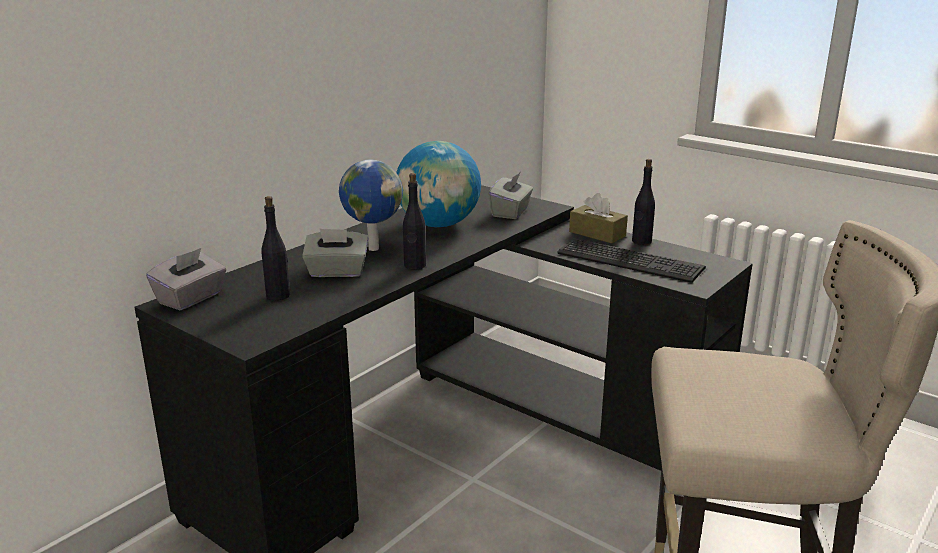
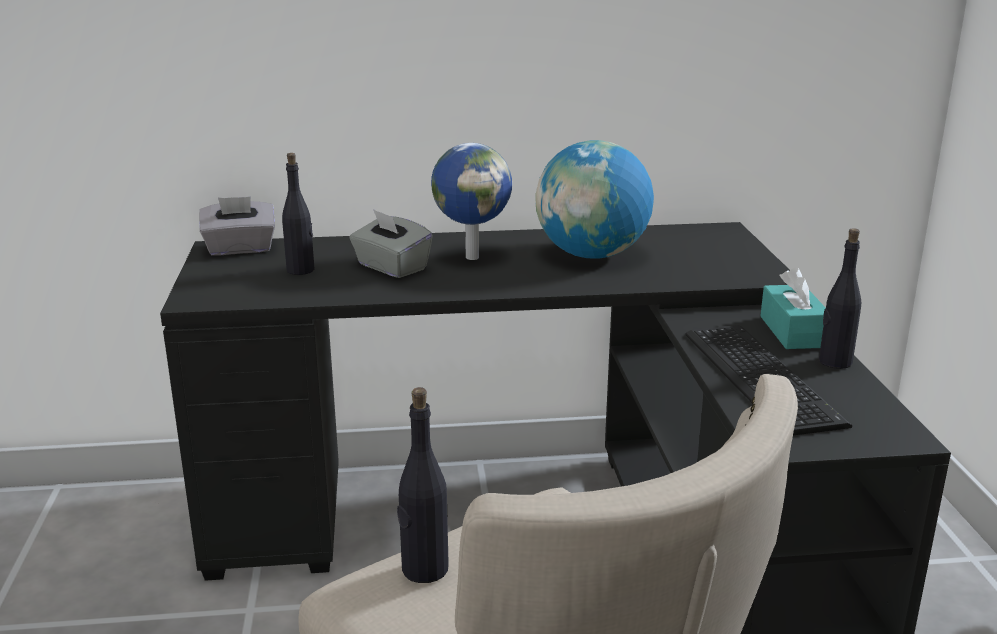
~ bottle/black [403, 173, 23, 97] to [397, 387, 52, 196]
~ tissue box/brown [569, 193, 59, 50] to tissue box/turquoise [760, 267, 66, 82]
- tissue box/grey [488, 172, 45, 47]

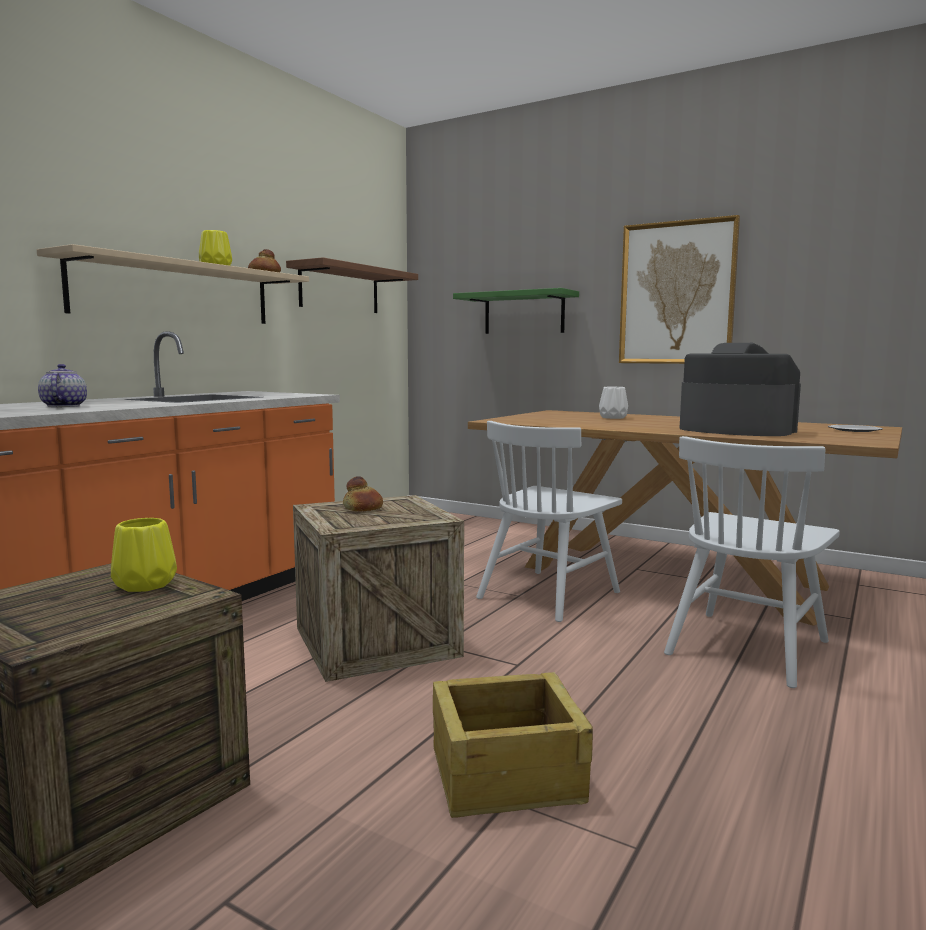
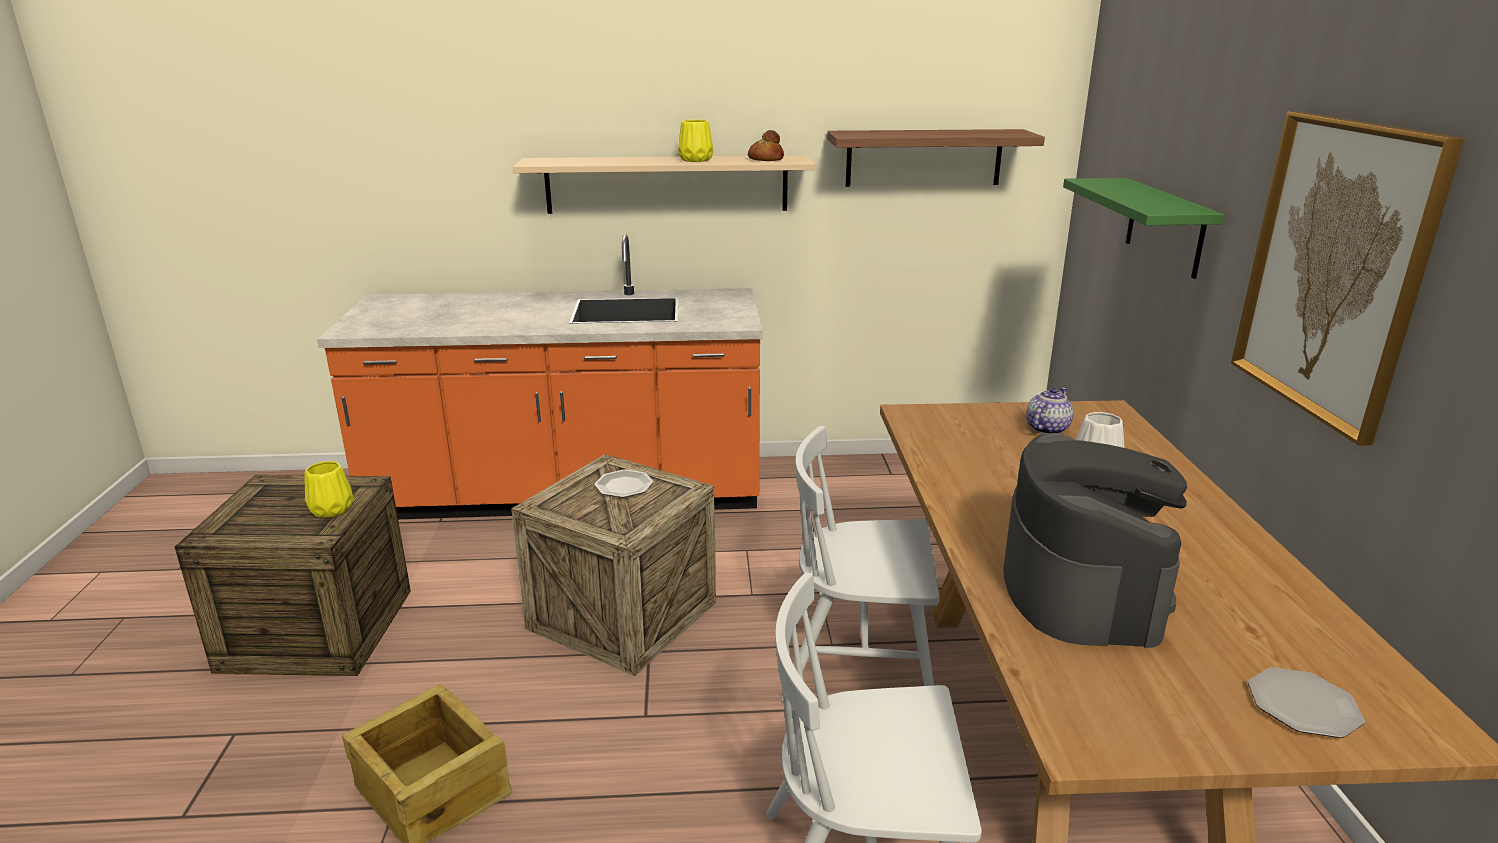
~ bread [343, 476, 40, 35] to plate [594, 470, 60, 28]
~ teapot [38, 364, 49, 43] to [1026, 388, 47, 46]

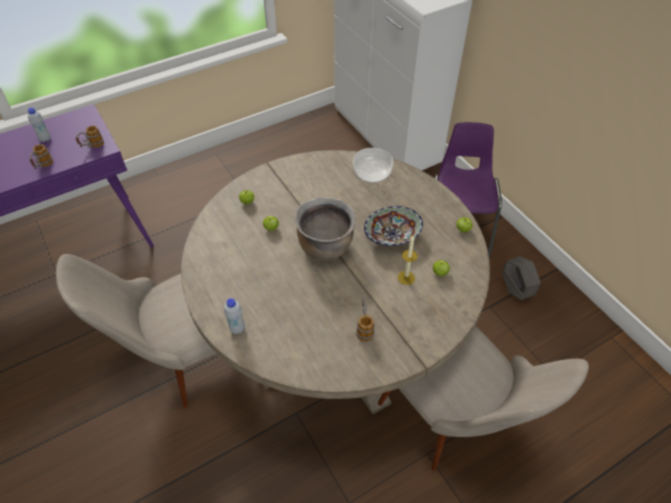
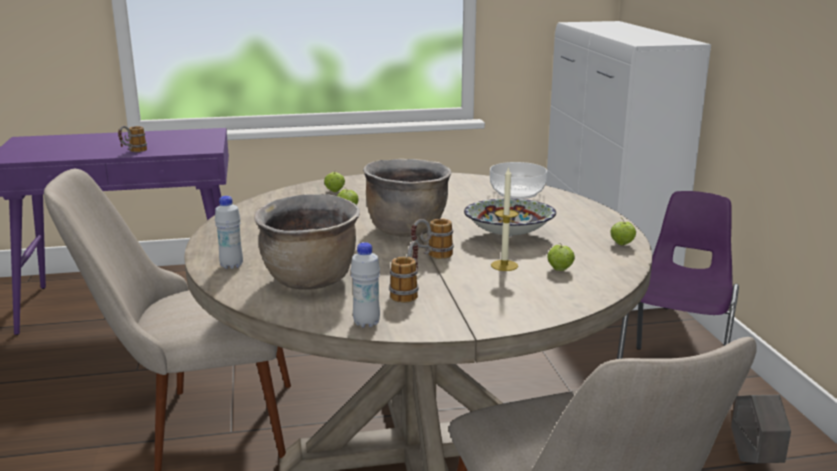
+ cooking pot/brown [254, 194, 106, 96]
~ bottle/white [27, 108, 24, 34] to [351, 242, 29, 86]
~ mug [76, 126, 28, 22] to [411, 219, 43, 40]

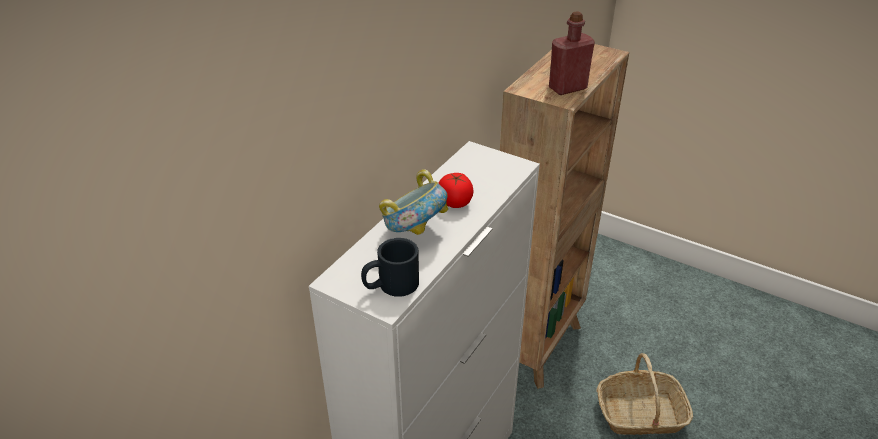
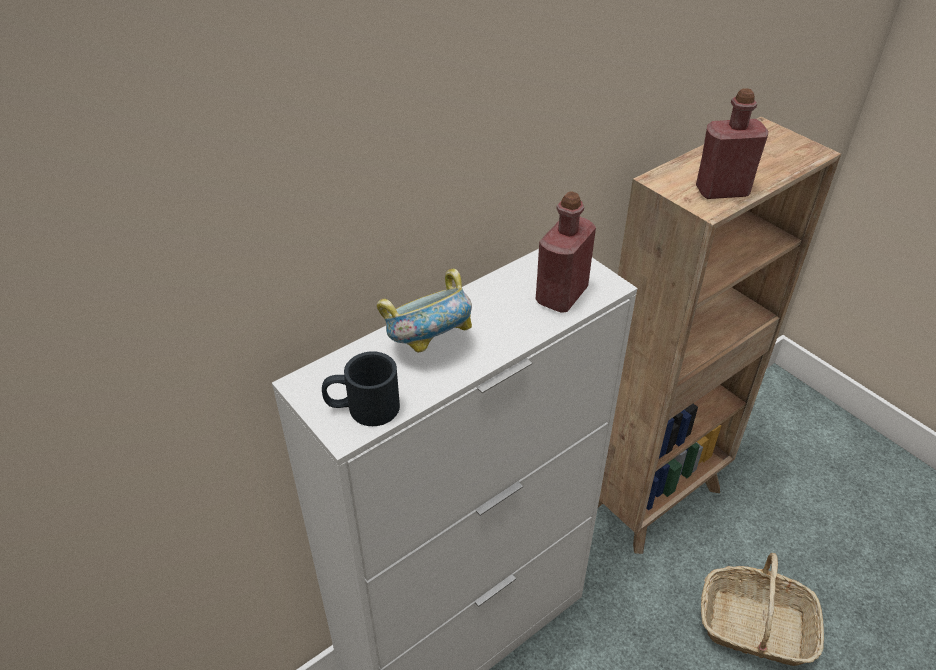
+ bottle/red [536, 191, 60, 122]
- tomato [439, 173, 35, 35]

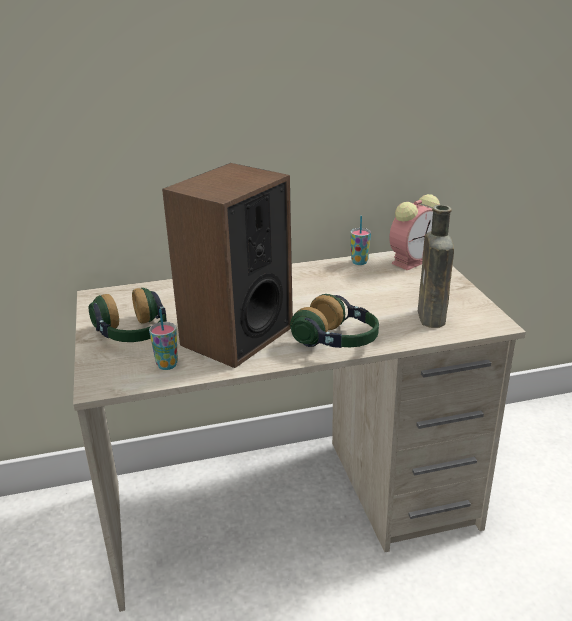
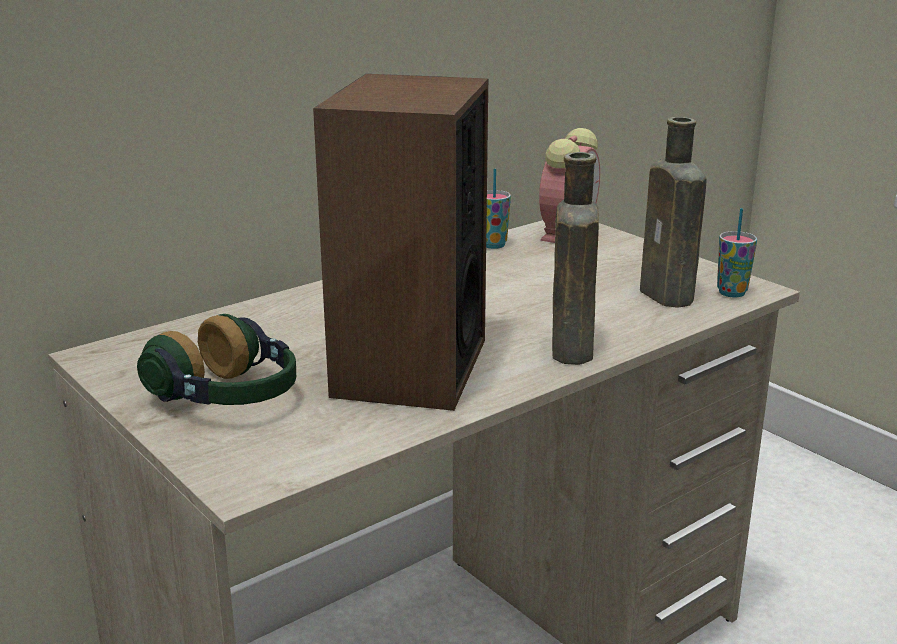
~ headphones [290, 294, 89, 54] to bottle/brown [552, 152, 47, 213]
~ cup [149, 309, 29, 61] to [717, 208, 40, 90]

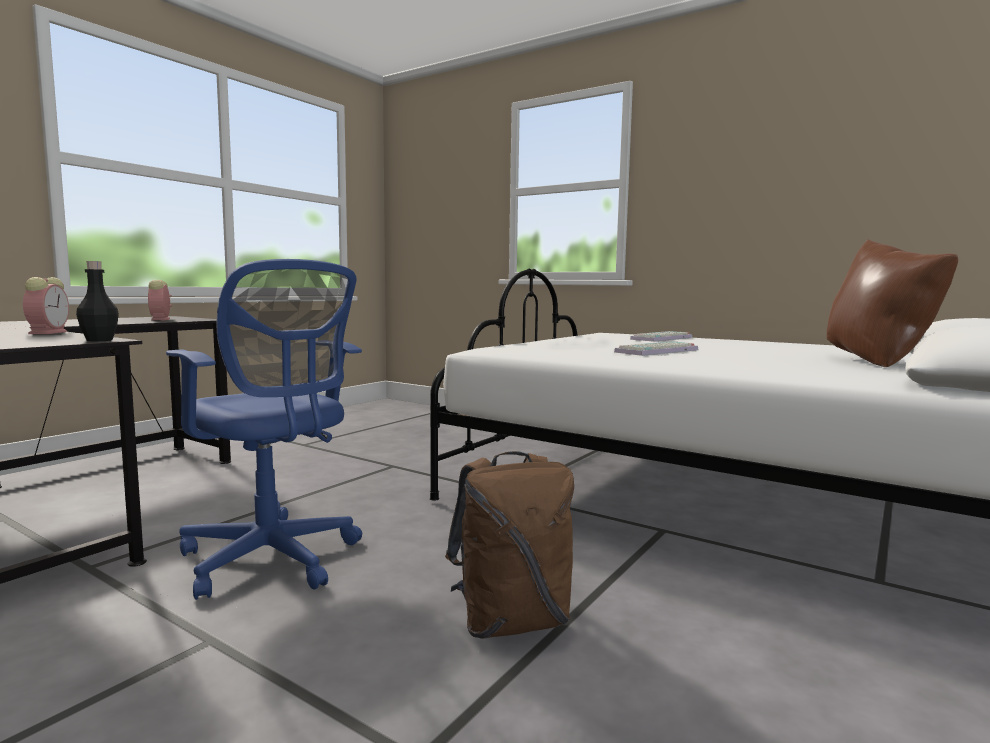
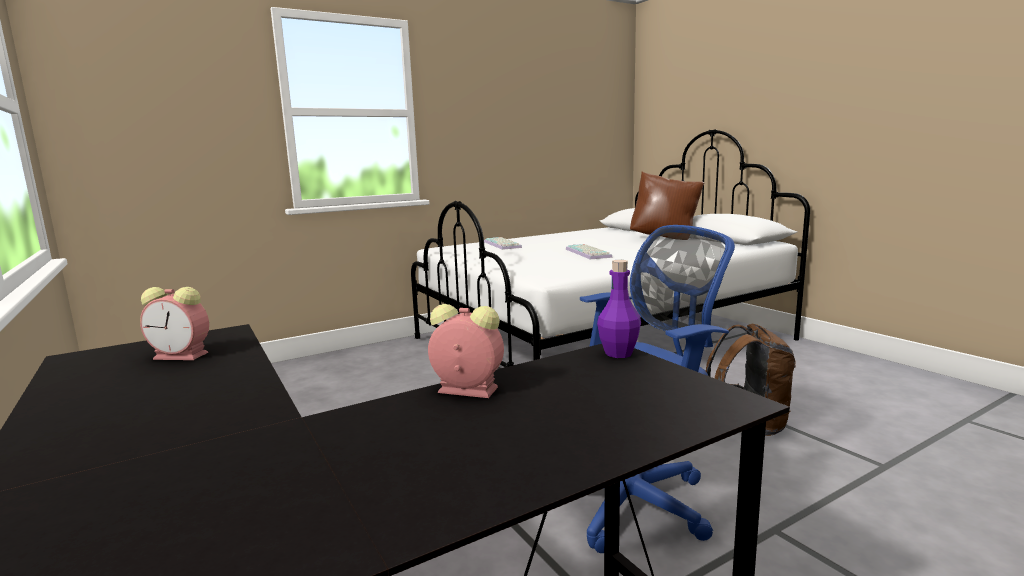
~ bottle/black [76, 261, 43, 80] to bottle/purple [597, 260, 44, 98]

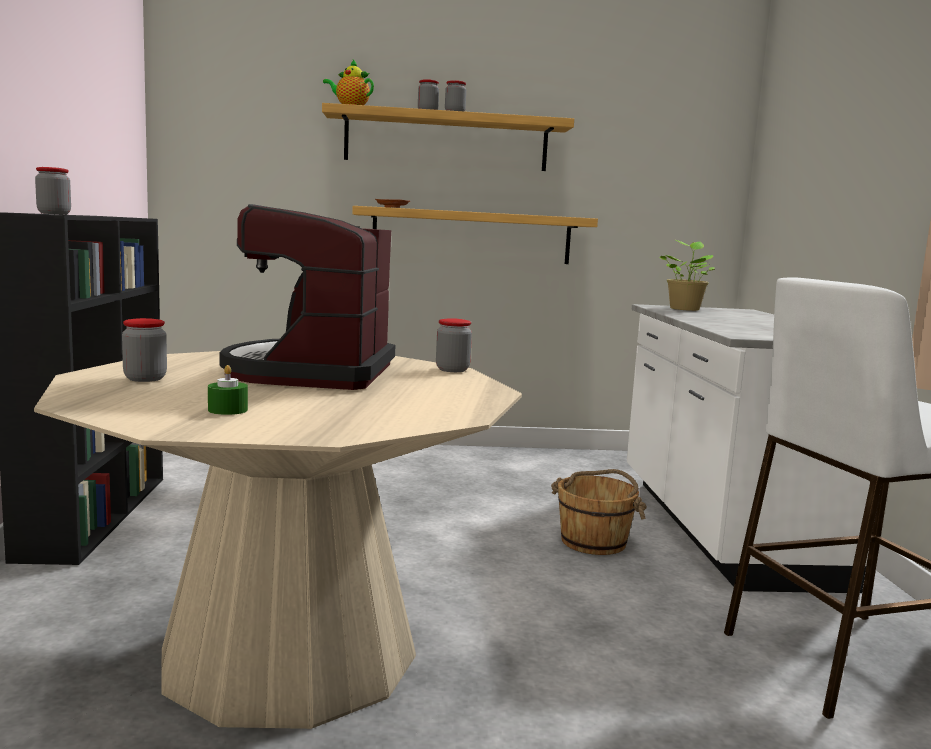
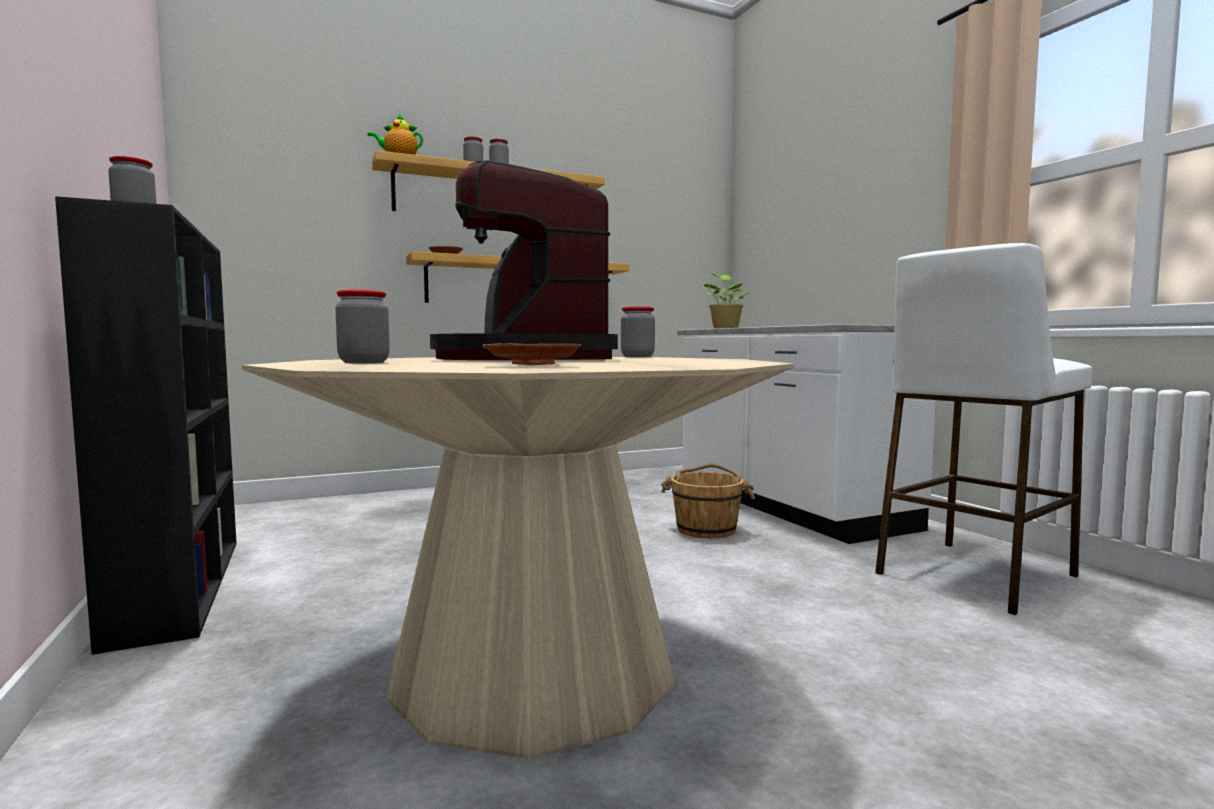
~ candle/green [208, 365, 40, 50] to plate/brown [483, 344, 98, 21]

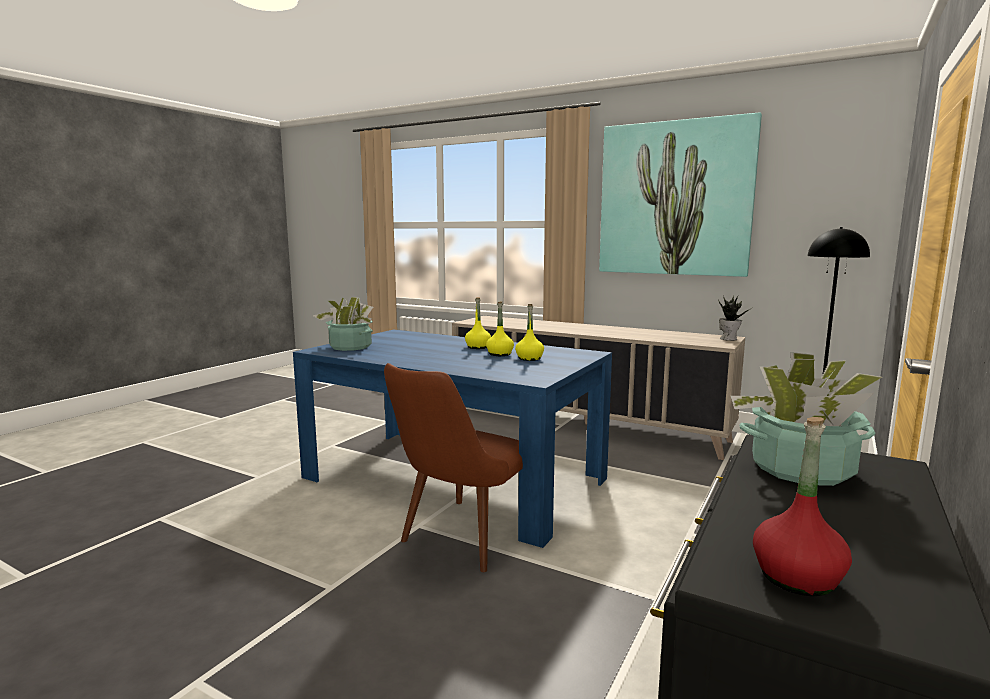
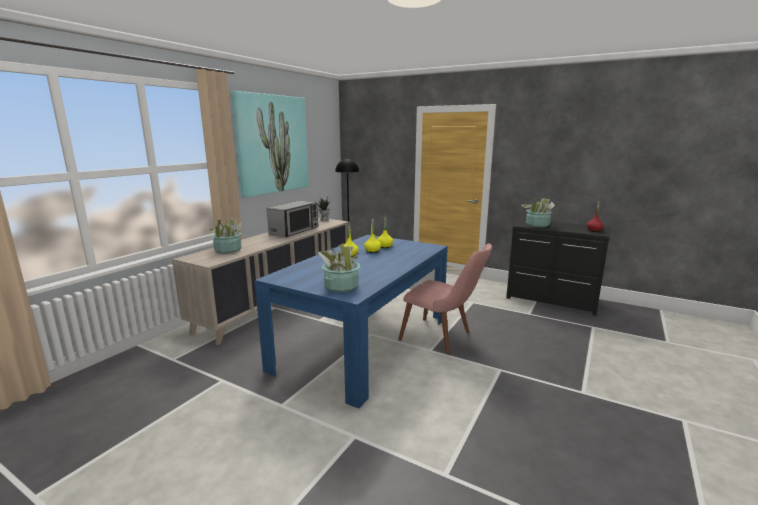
+ potted plant [207, 219, 35, 34]
+ microwave [267, 201, 51, 36]
~ chair/brown [384, 363, 139, 209] to chair/pink [398, 244, 94, 111]

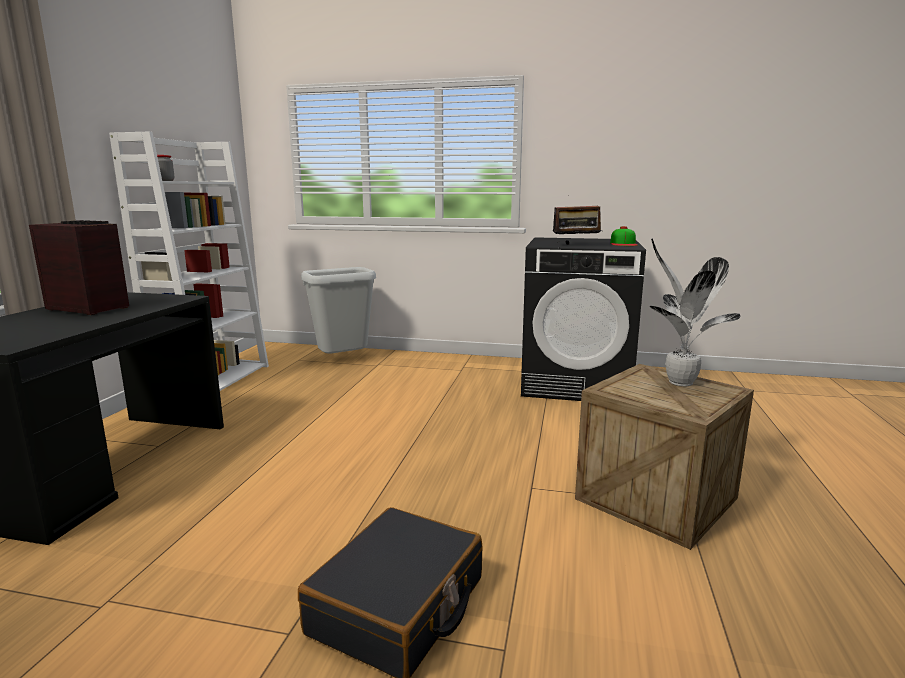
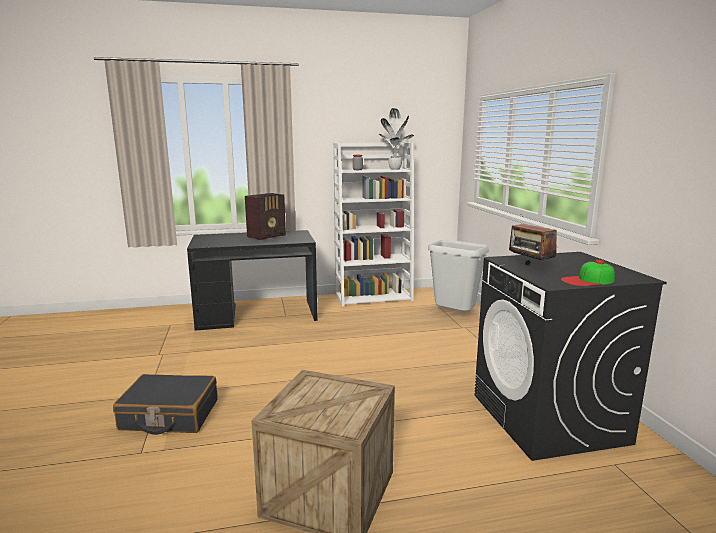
~ radio [29, 220, 100, 95] = [245, 193, 41, 47] 45 degrees clockwise
~ potted plant [650, 238, 90, 148] to [379, 108, 35, 62]

